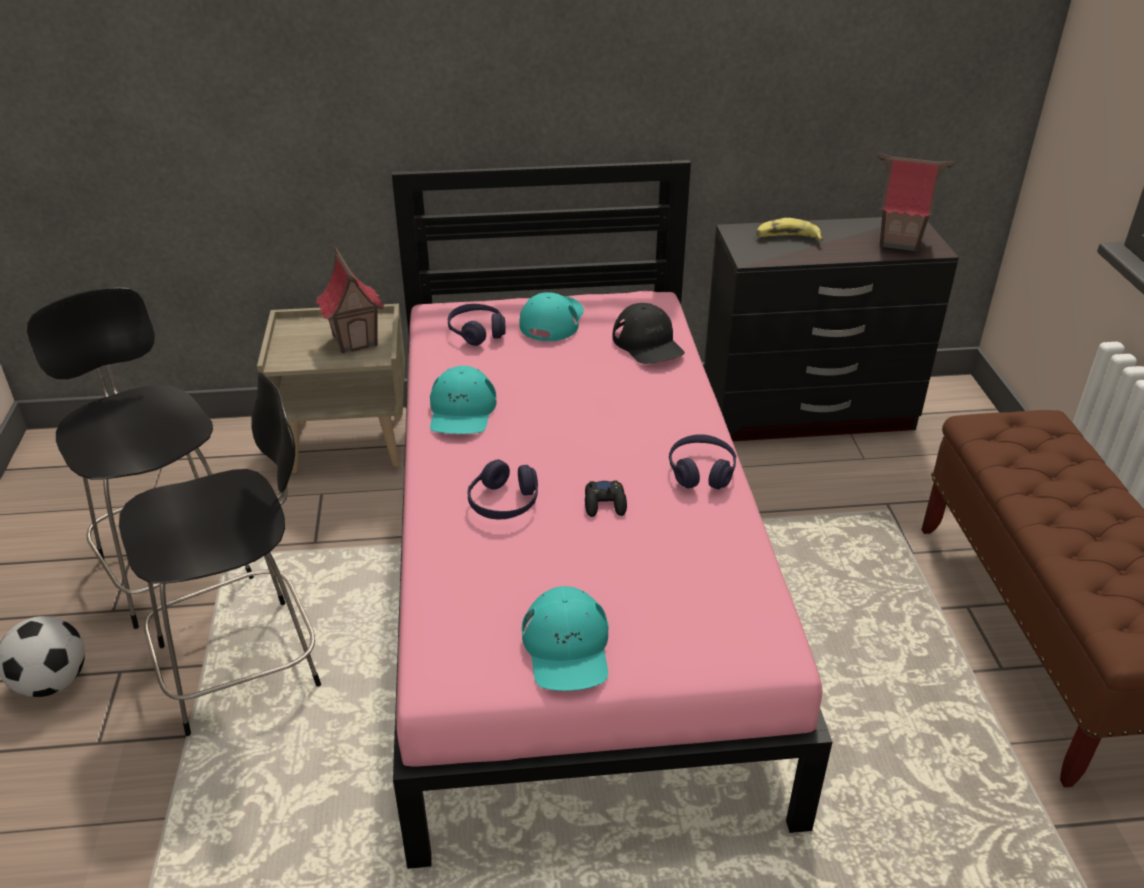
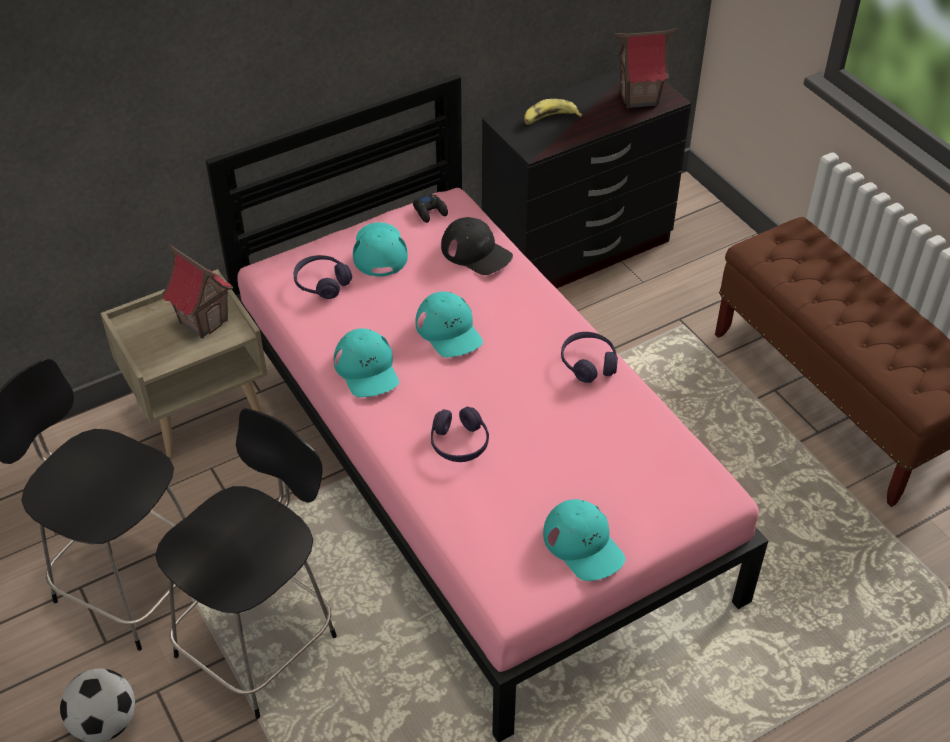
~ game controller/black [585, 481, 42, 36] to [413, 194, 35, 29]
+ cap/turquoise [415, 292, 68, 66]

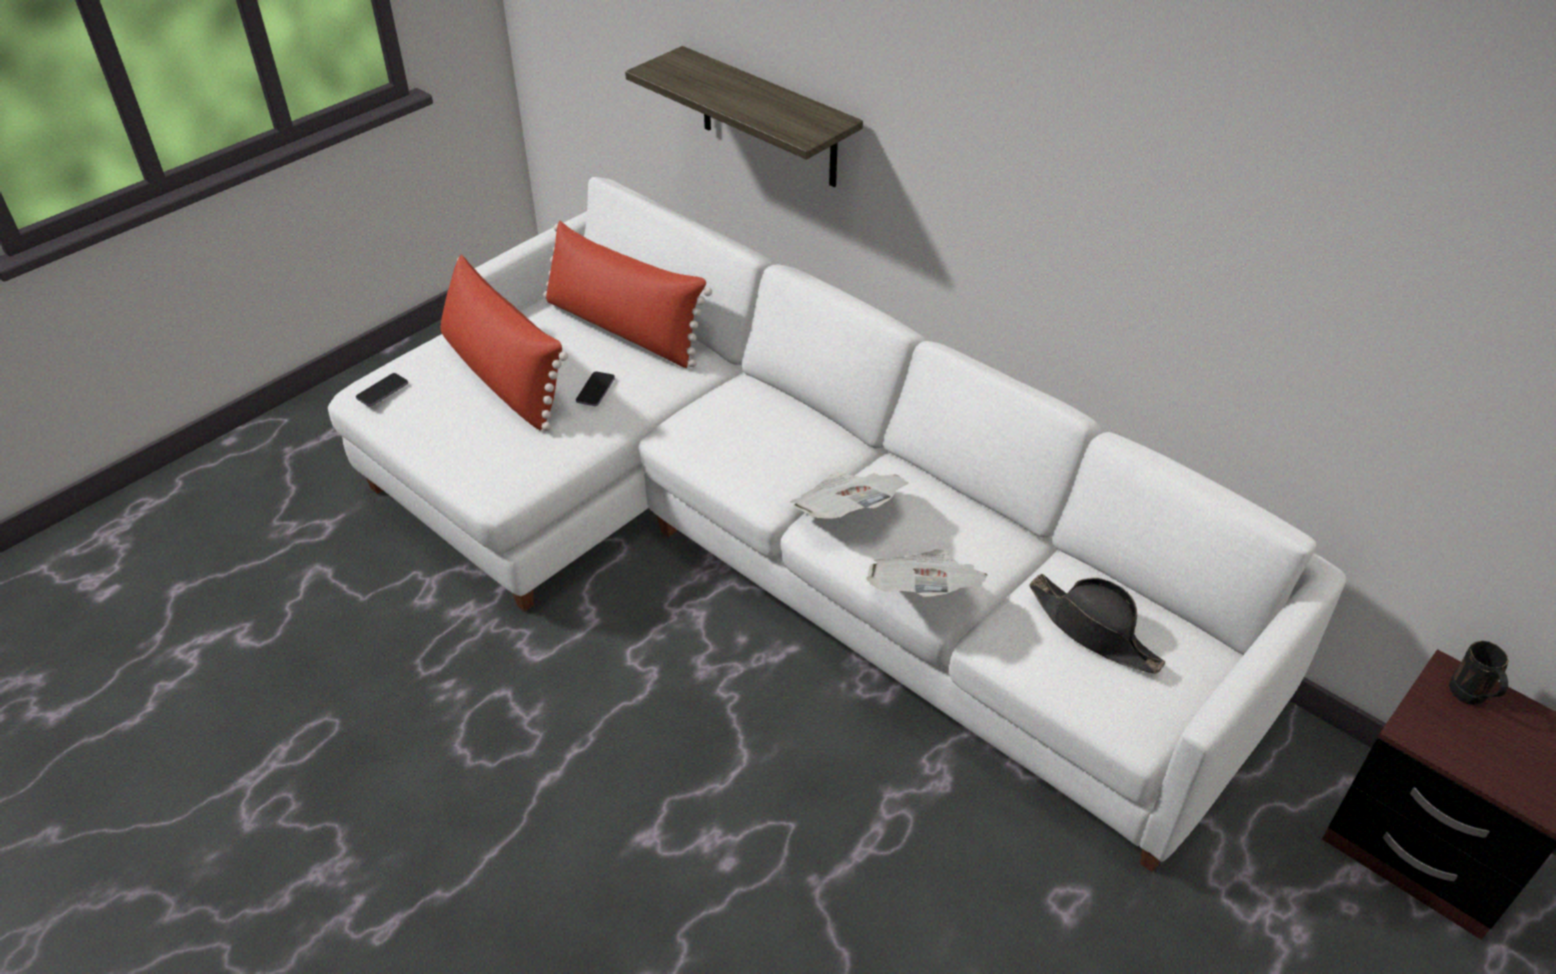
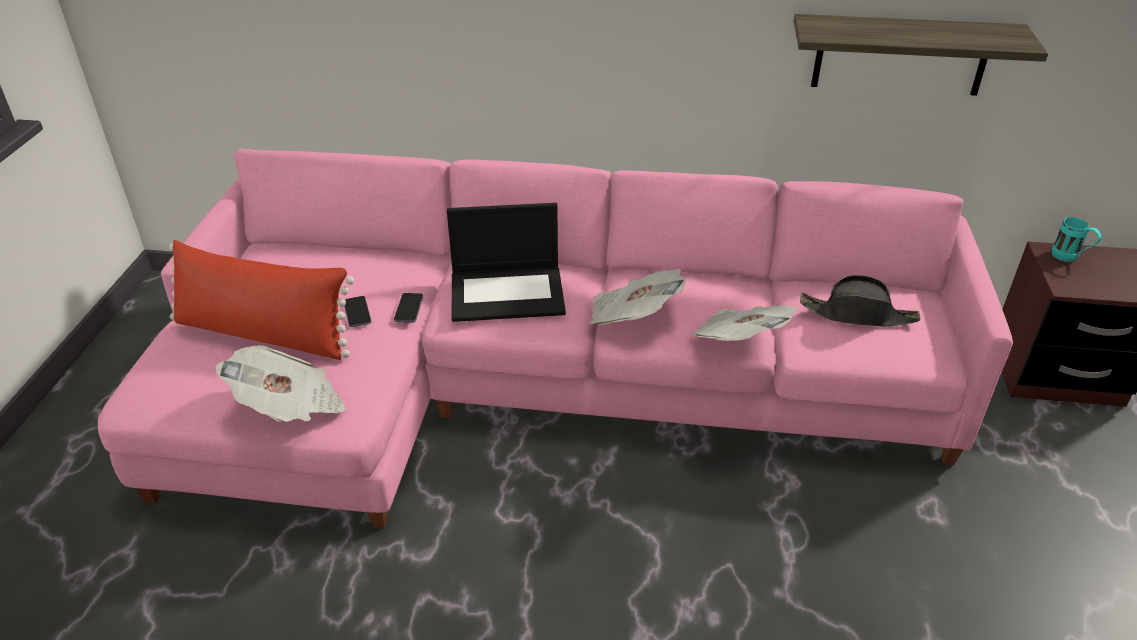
~ sofa/white [328, 177, 1018, 695] to sofa/pink [98, 149, 915, 380]
+ newspaper [216, 345, 130, 78]
~ phone [356, 373, 52, 34] to [394, 293, 29, 30]
+ laptop [447, 203, 119, 119]
~ shelf [625, 46, 238, 141] to [794, 14, 254, 82]
~ mug/black [1449, 641, 60, 64] to mug/turquoise [1051, 217, 51, 45]
- pillow/red [543, 221, 169, 147]

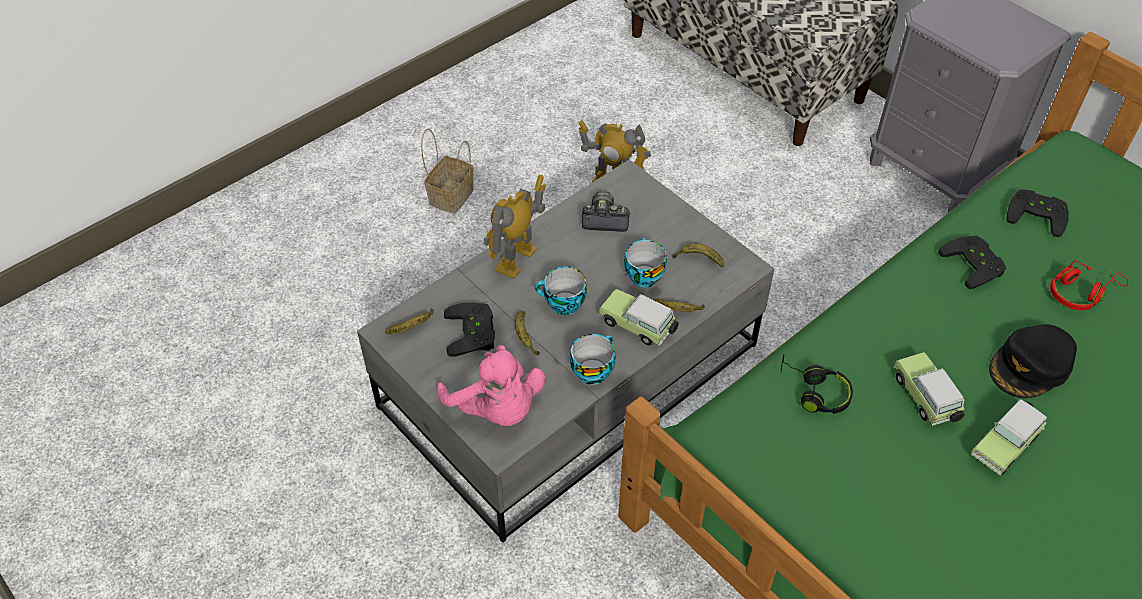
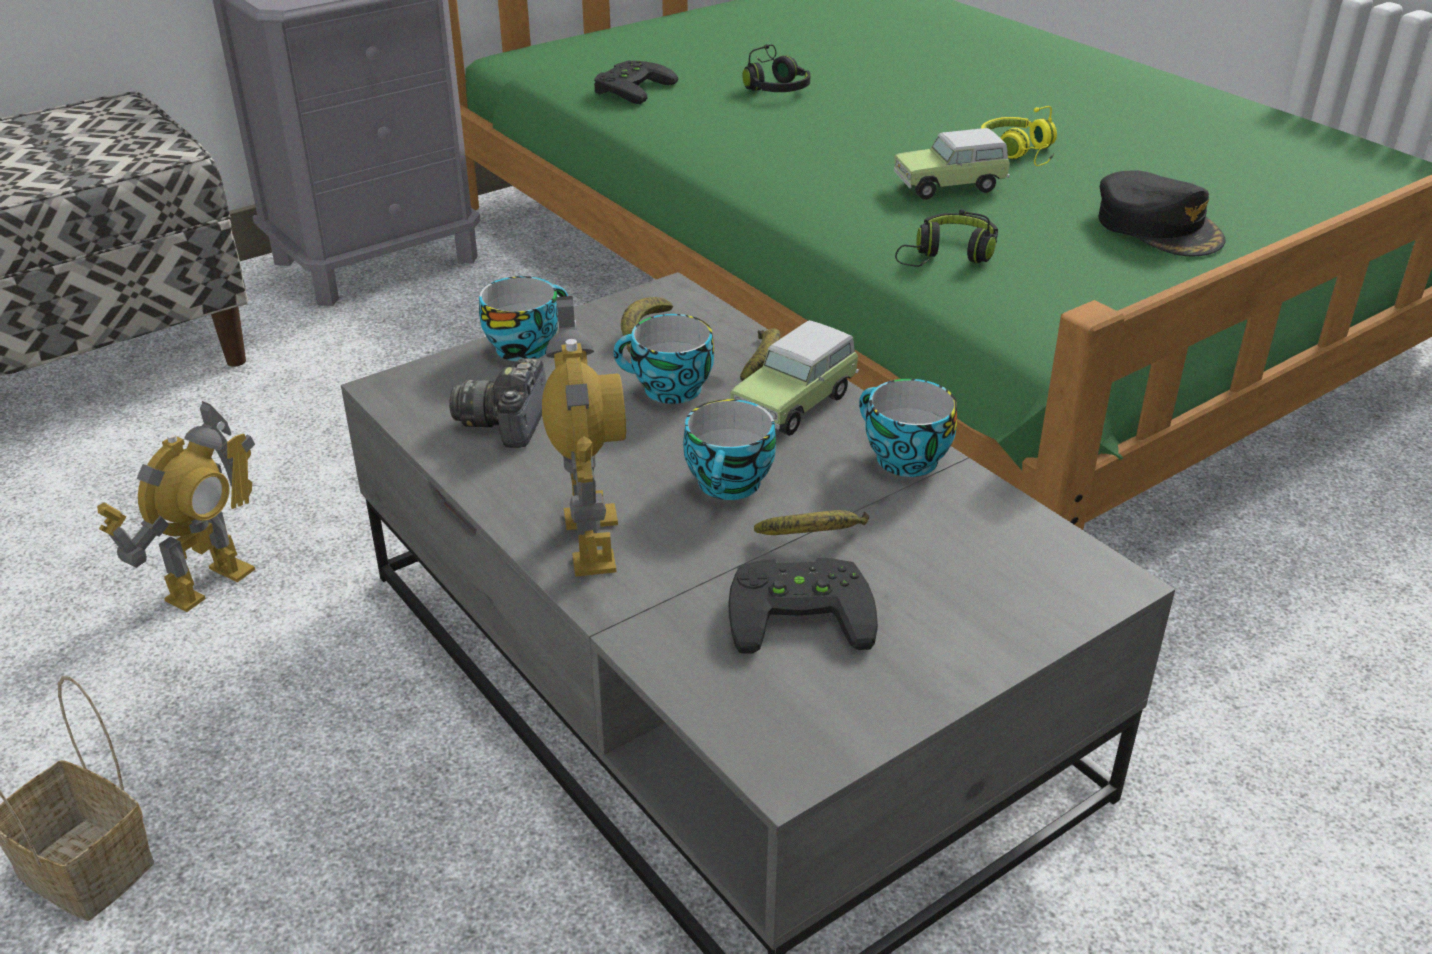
+ cup [479, 276, 89, 85]
~ toy robot [484, 175, 62, 104] = [542, 296, 84, 281] 135 degrees counterclockwise
~ headphones/red [1050, 260, 78, 51] to headphones/black [742, 44, 69, 48]
~ toy car [971, 399, 76, 76] to headphones/yellow [981, 106, 76, 60]
~ cap/black [989, 324, 88, 75] to [1098, 170, 127, 87]
- banana [385, 308, 49, 26]
- plush toy/pink [437, 345, 108, 81]
- game controller/black [938, 236, 68, 53]

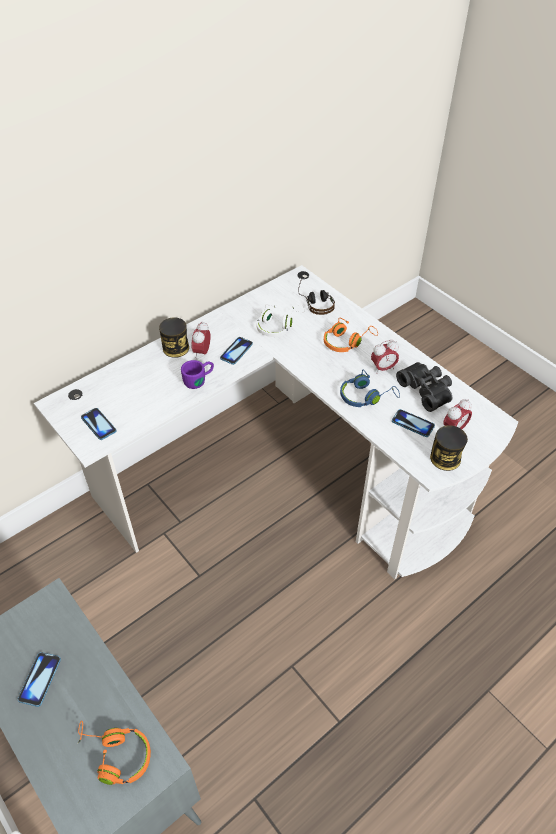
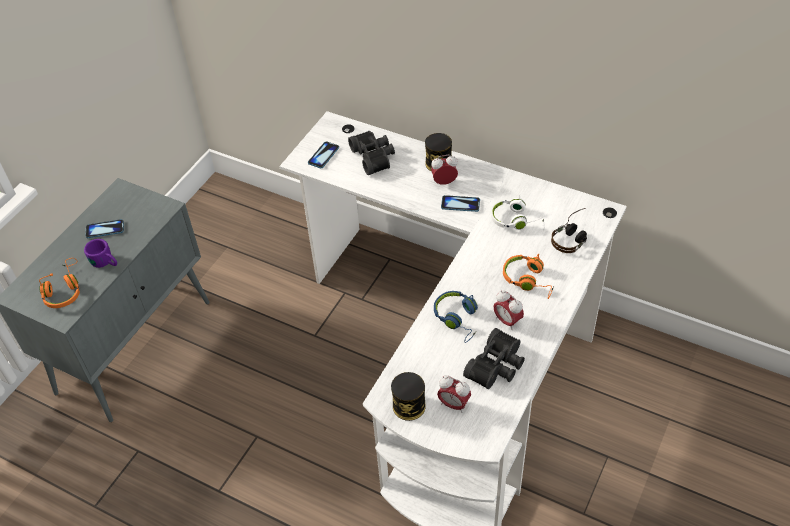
~ mug/purple [181, 360, 33, 29] to [84, 239, 33, 29]
+ binoculars/black [348, 131, 47, 44]
- phone [392, 409, 43, 28]

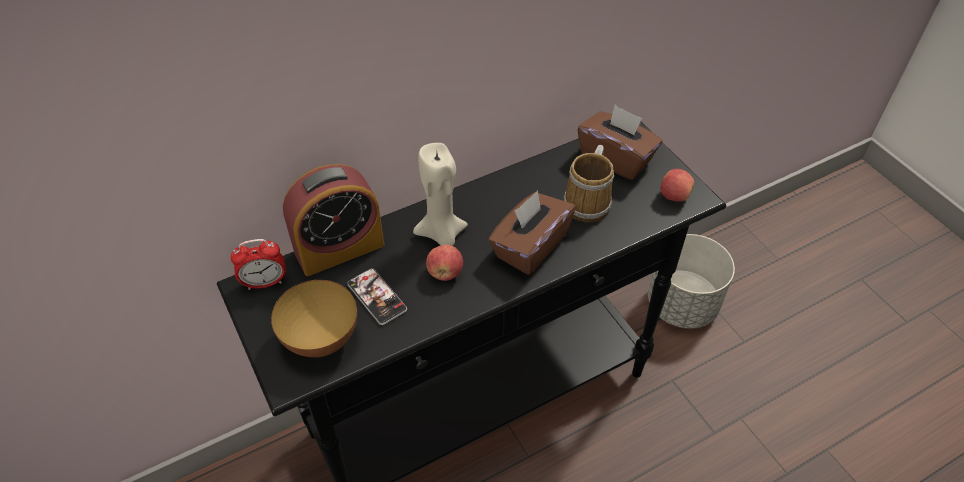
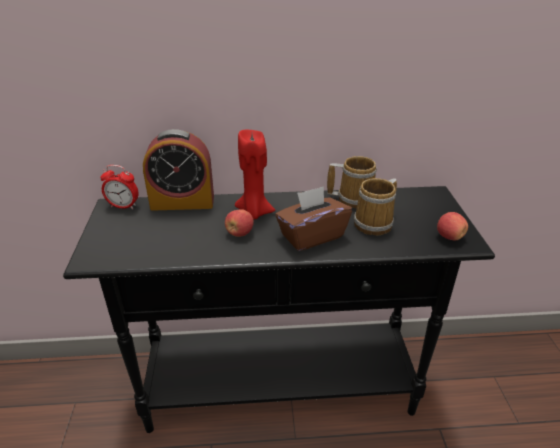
~ candle/beige [413, 143, 55, 103] to candle/red [235, 130, 40, 90]
+ mug [327, 156, 50, 53]
- bowl [271, 280, 86, 77]
- phone [347, 269, 60, 56]
- tissue box/brown [577, 105, 86, 75]
- planter/grey [648, 234, 87, 95]

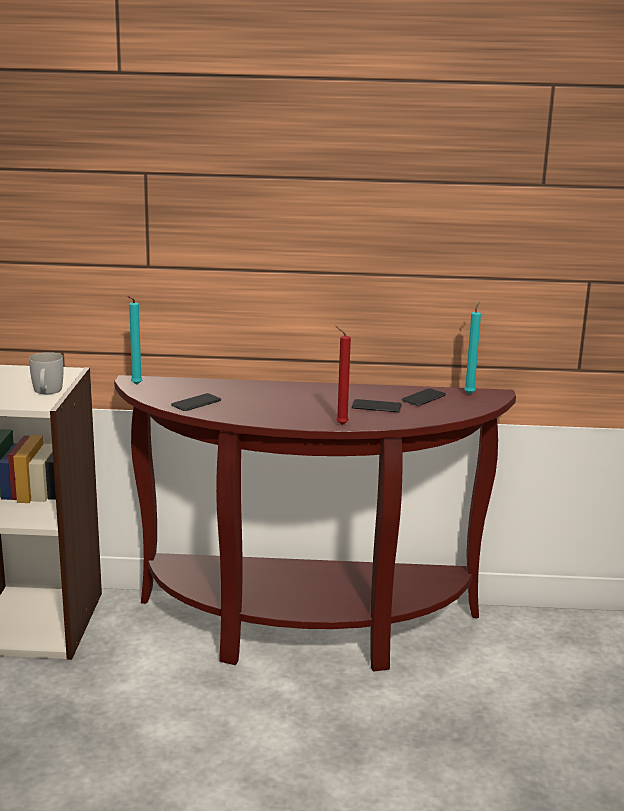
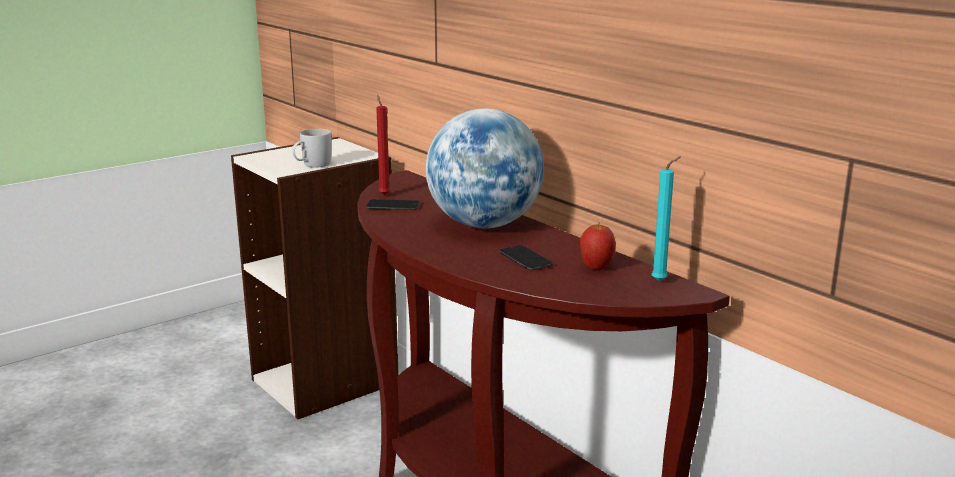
~ candle/red [335, 326, 16, 99] to [376, 95, 15, 100]
+ globe [426, 108, 118, 120]
~ phone [402, 388, 44, 18] to apple [580, 225, 36, 45]
- candle/turquoise [128, 296, 14, 89]

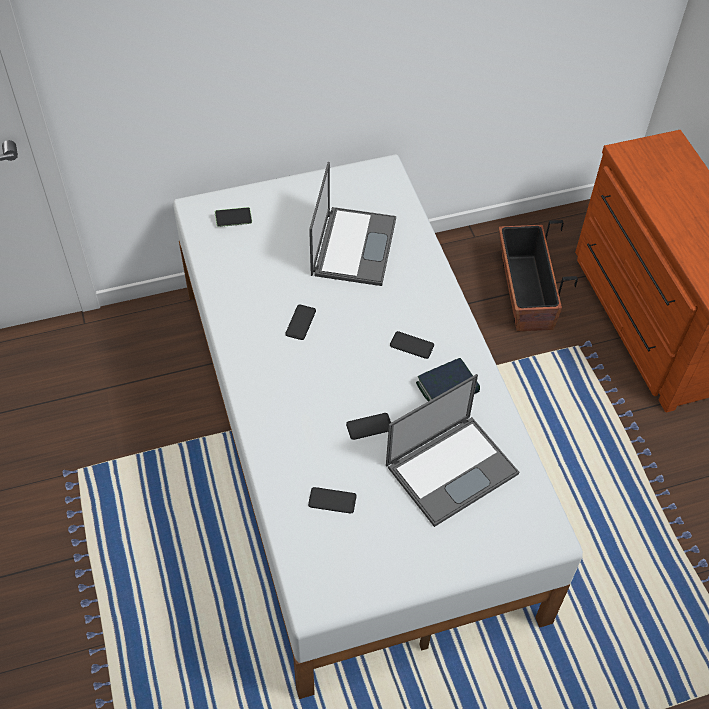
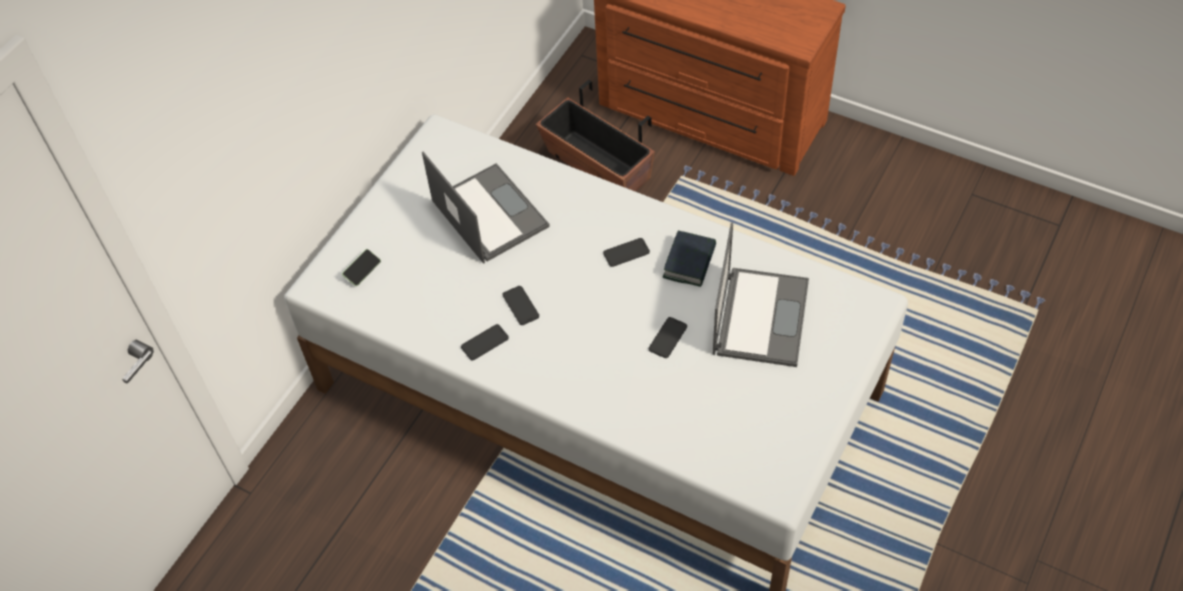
~ phone [308, 487, 48, 27] to [461, 324, 48, 37]

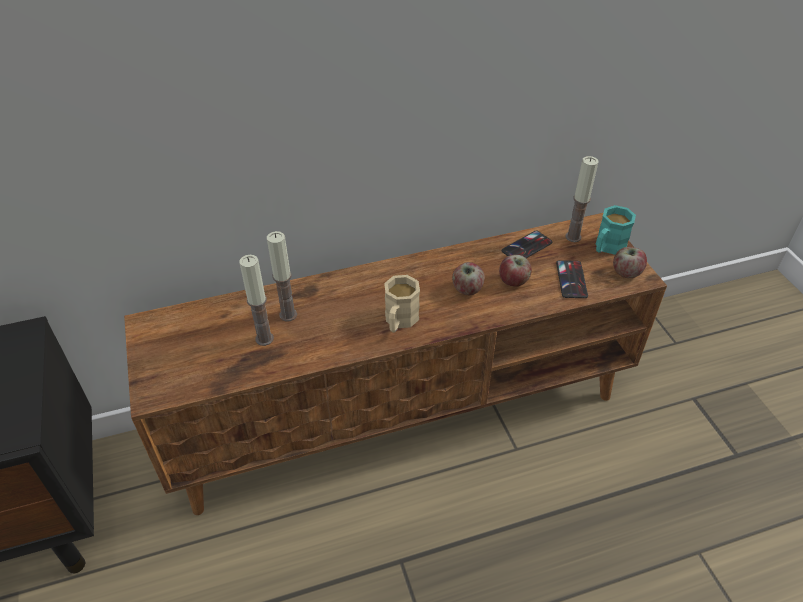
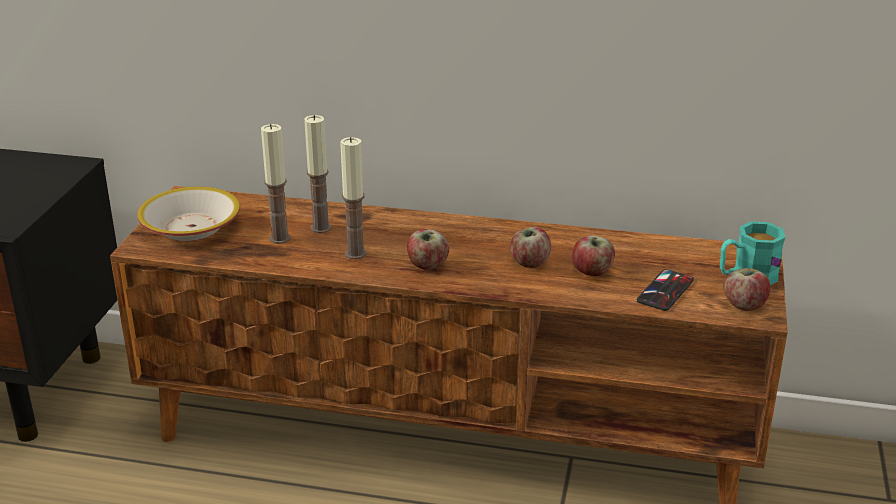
+ bowl [137, 187, 103, 54]
~ candle [566, 156, 33, 86] to [340, 137, 26, 122]
~ mug/beige [384, 275, 36, 57] to apple [407, 229, 42, 41]
- phone [502, 231, 50, 27]

